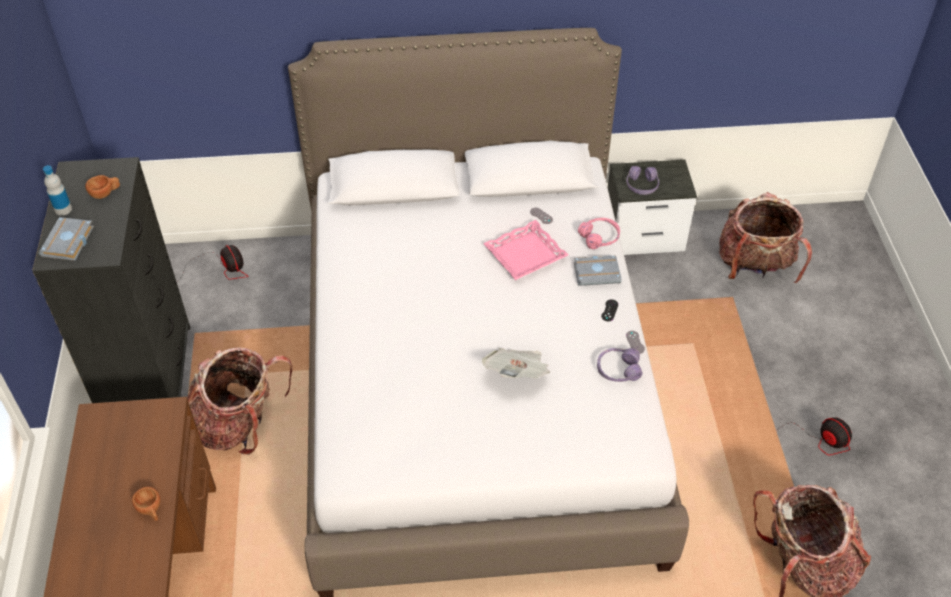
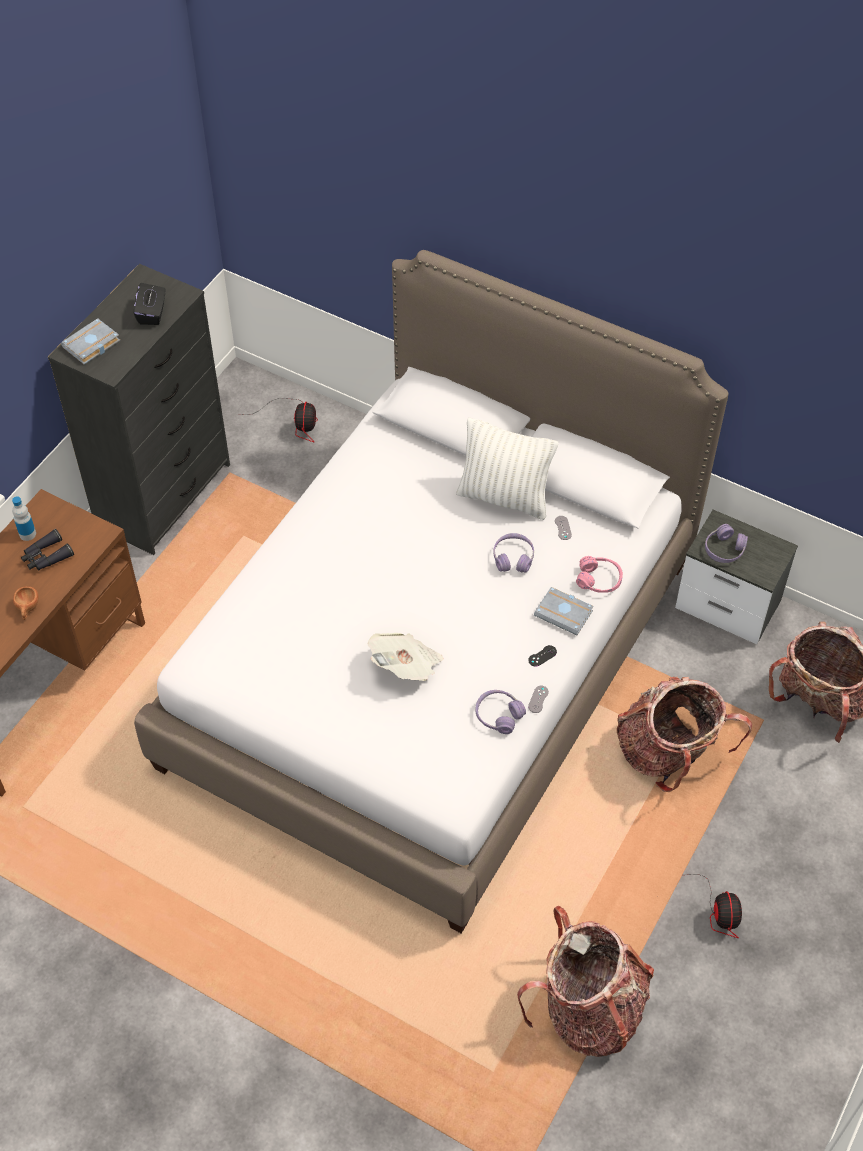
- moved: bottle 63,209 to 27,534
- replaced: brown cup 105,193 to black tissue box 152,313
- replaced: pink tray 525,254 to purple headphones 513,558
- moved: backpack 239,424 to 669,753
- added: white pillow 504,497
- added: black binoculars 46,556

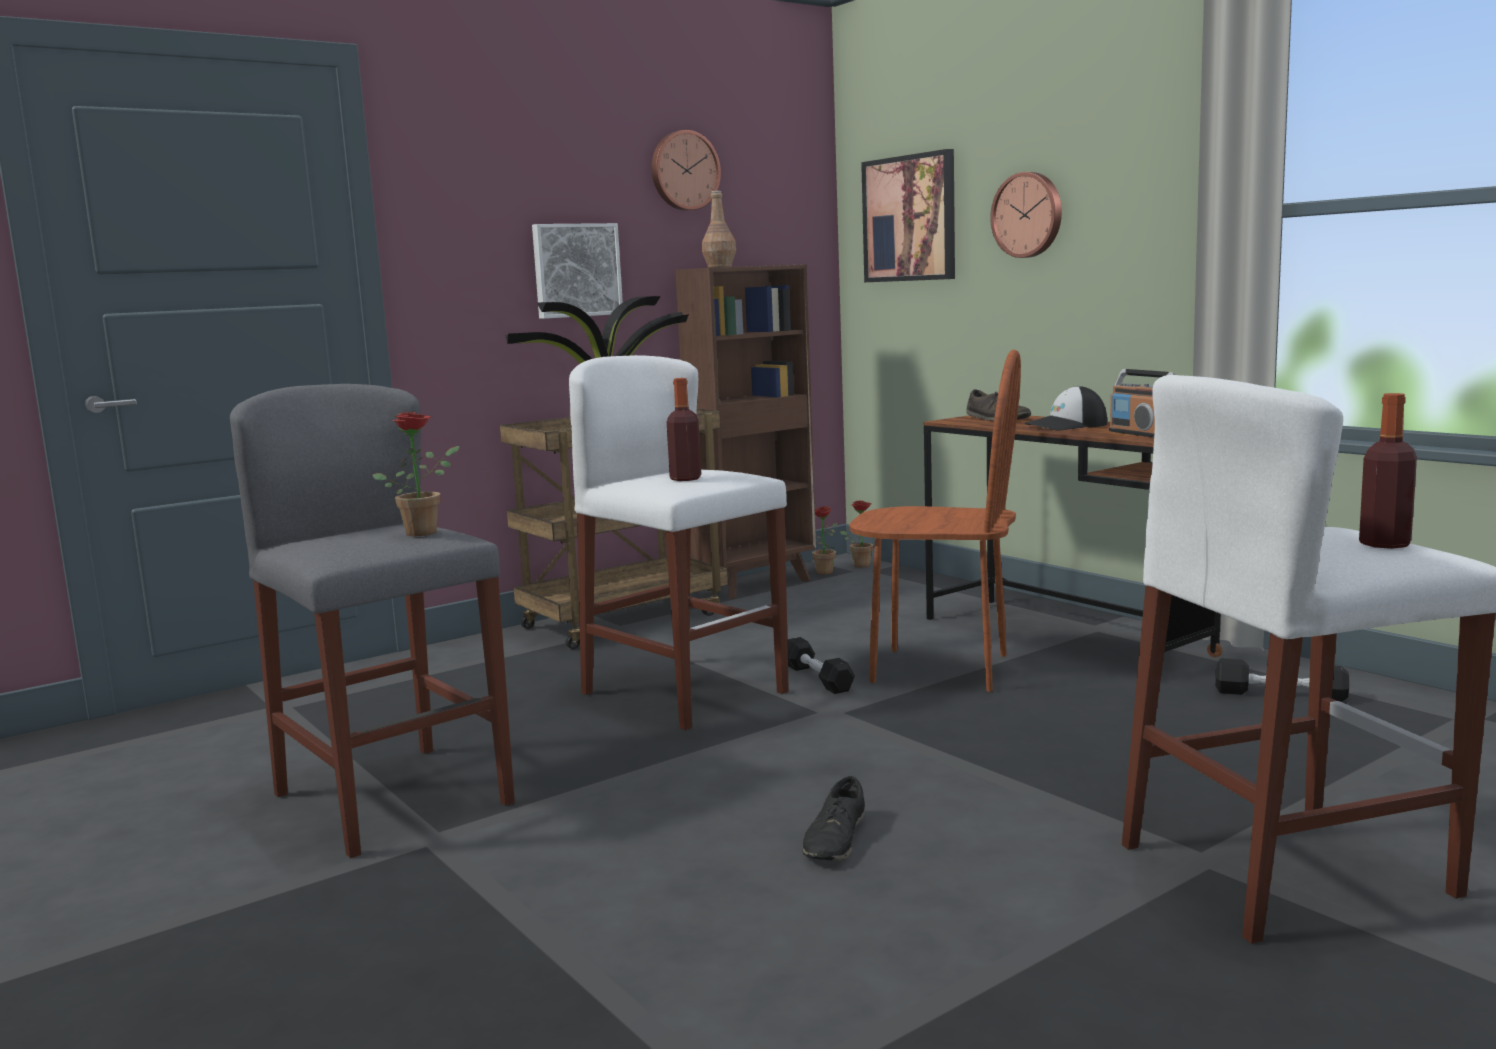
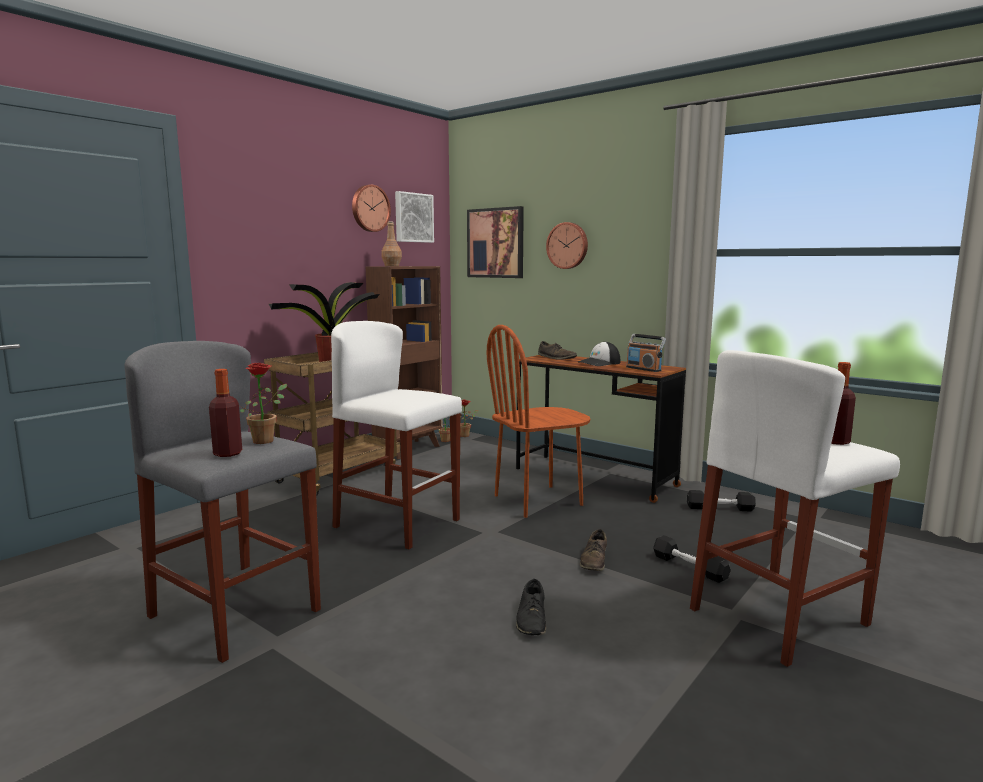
- moved: picture 576,270 to 413,217
- turned: brown chair 939,669 = 538,500 150 degrees clockwise
- moved: bottle 685,479 to 228,453
- moved: black dumbbell 817,678 to 689,567
- added: brown shoe 594,560

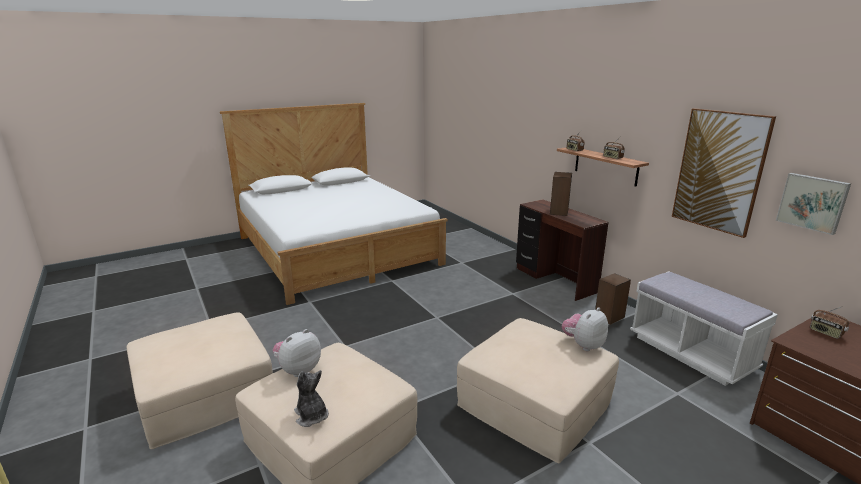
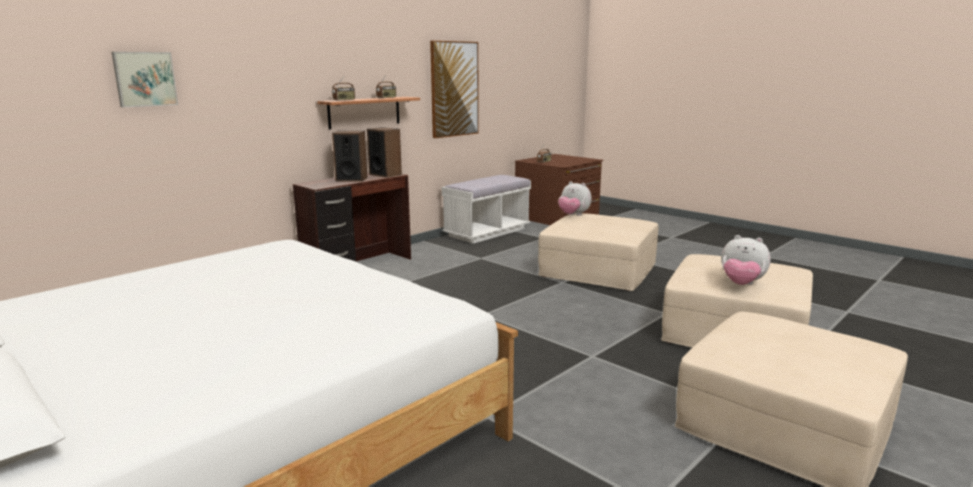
- moved: picture 812,202 to 144,79
- moved: speaker 609,317 to 385,174
- removed: plush toy 311,416

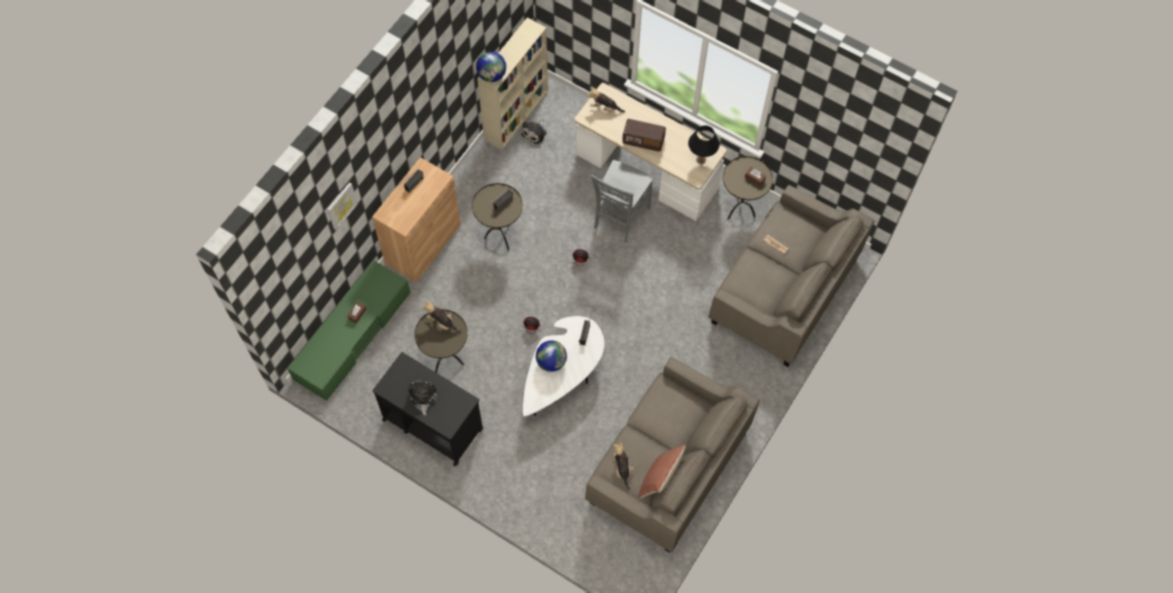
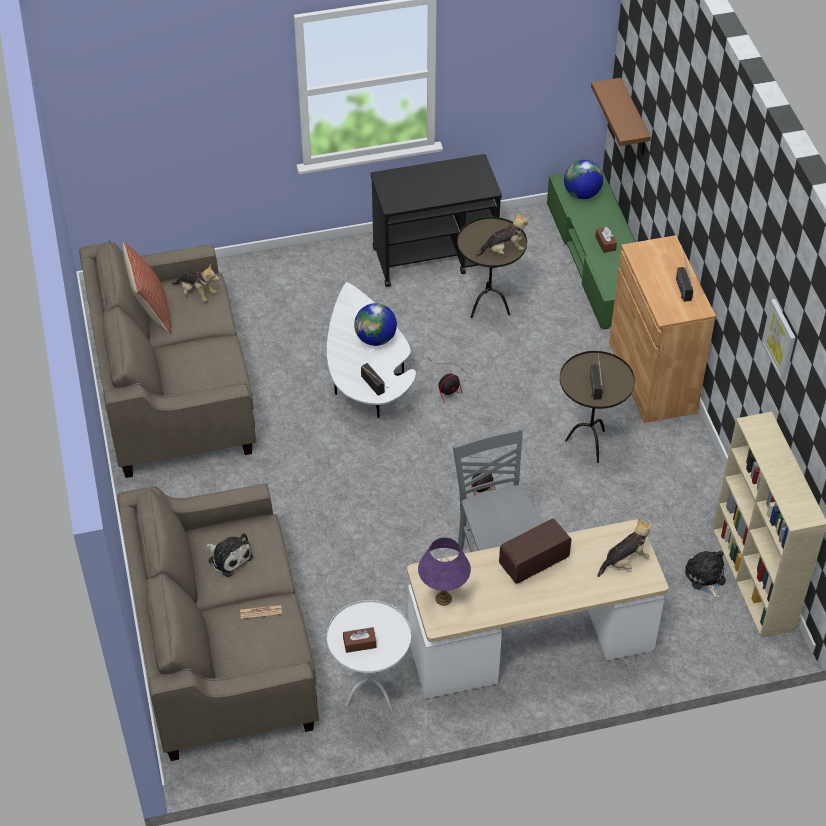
- moved: globe 492,75 to 581,194
- recoloured: black table lamp 701,159 to purple table lamp 443,599
- recoloured: brown side table 740,211 to white side table 370,697
- moved: picture 341,205 to 780,339
- moved: plush toy 422,397 to 229,557
- added: brown shelf 634,119

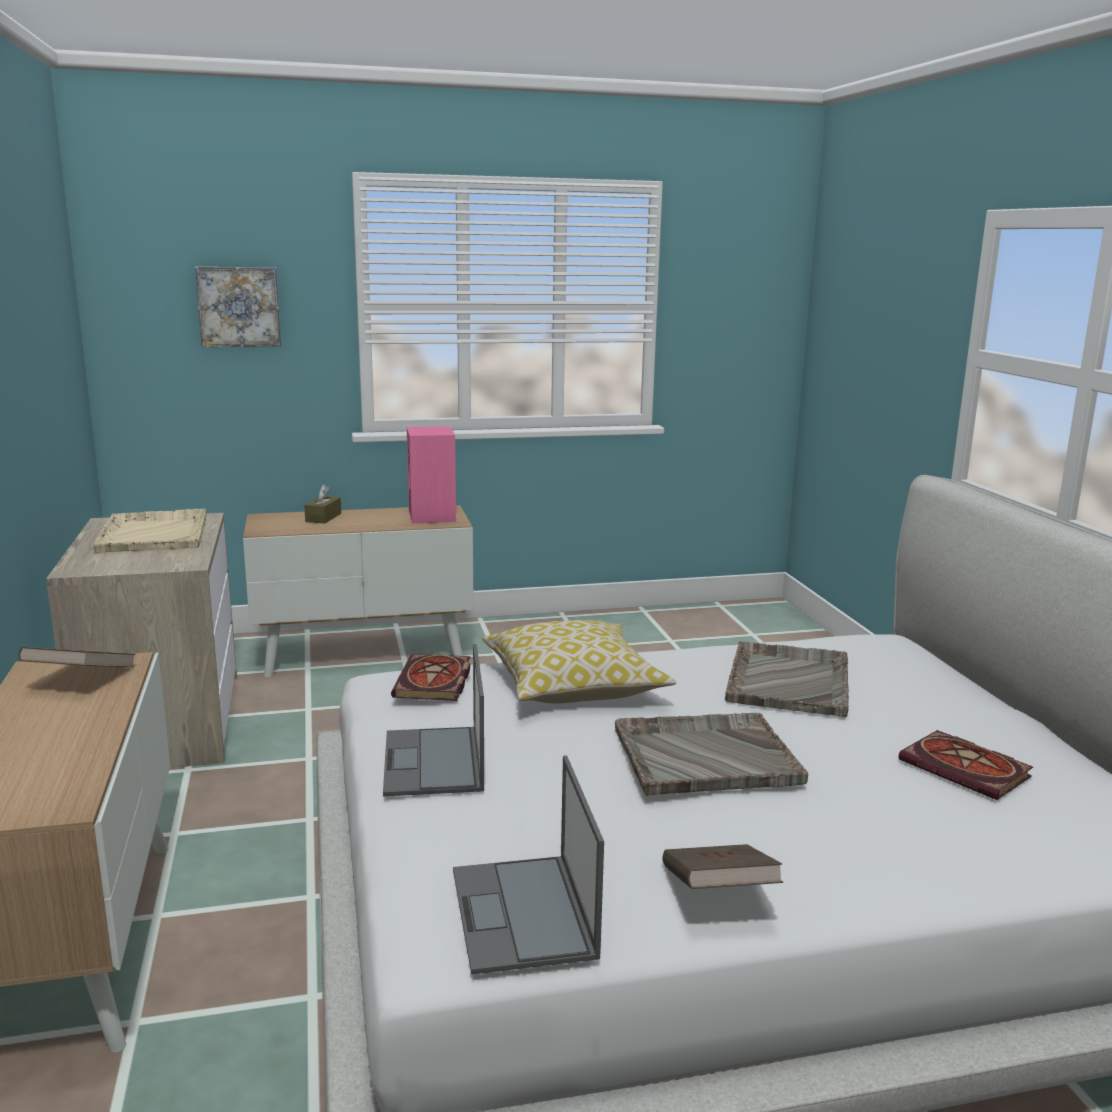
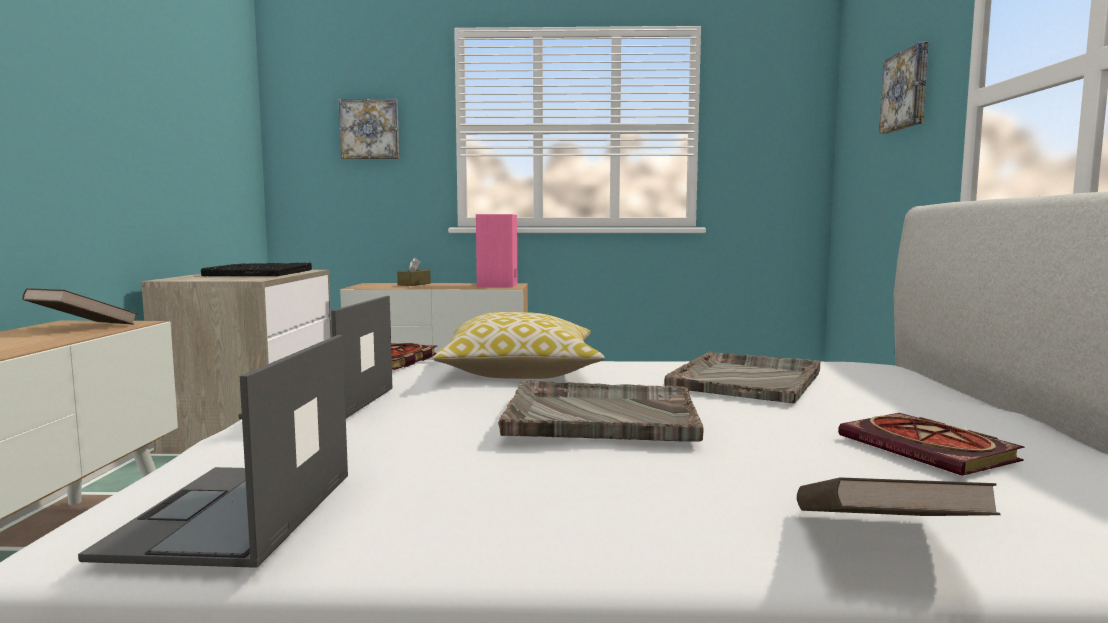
- recoloured: beige tray 154,533 to black tray 260,272
- moved: brown book 717,892 to 881,543
- added: picture 907,90

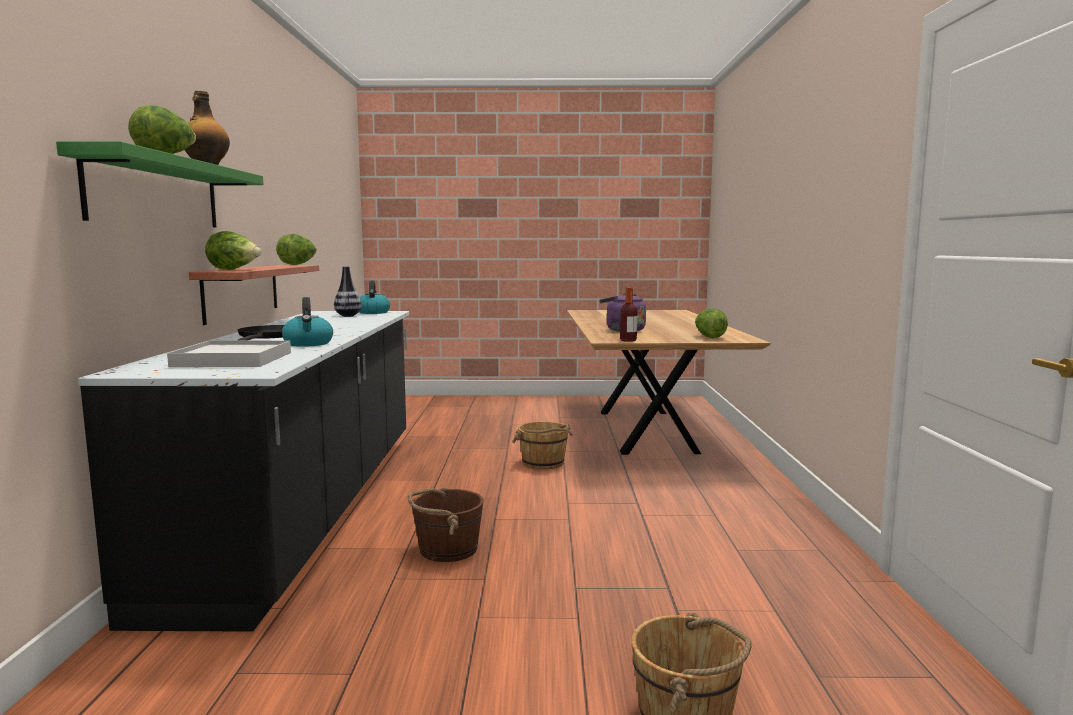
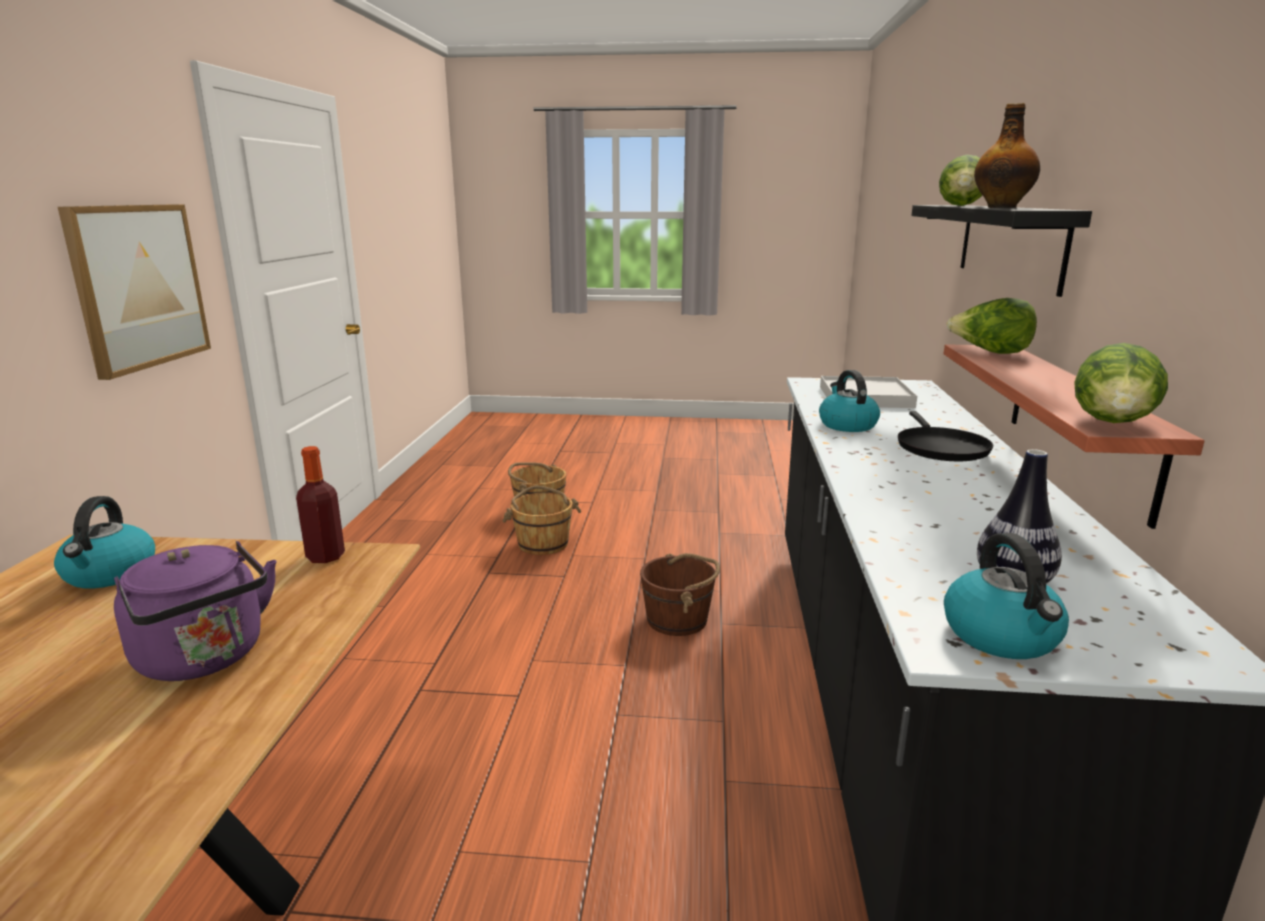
- recoloured: green shelf 157,193 to black shelf 1009,244
- replaced: lettuce 709,337 to kettle 110,574
- moved: brown bucket 543,463 to 543,543
- added: picture 138,286

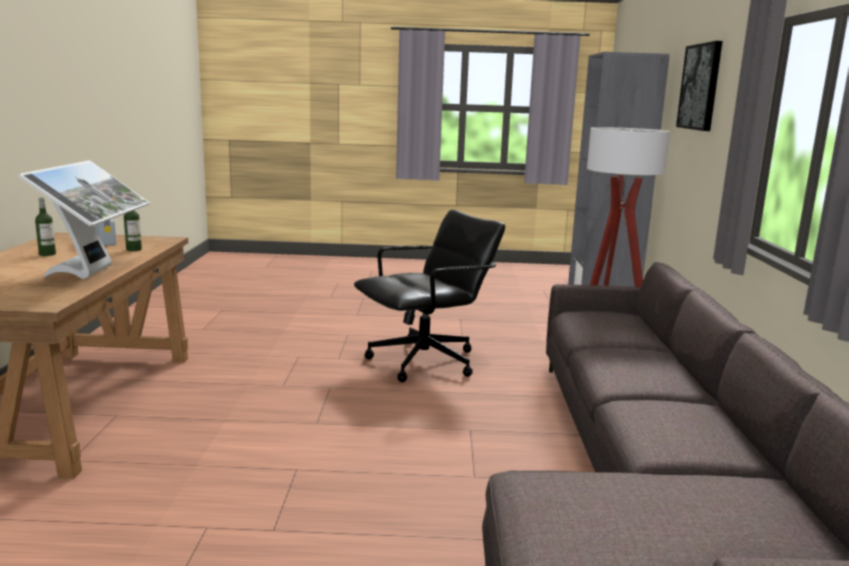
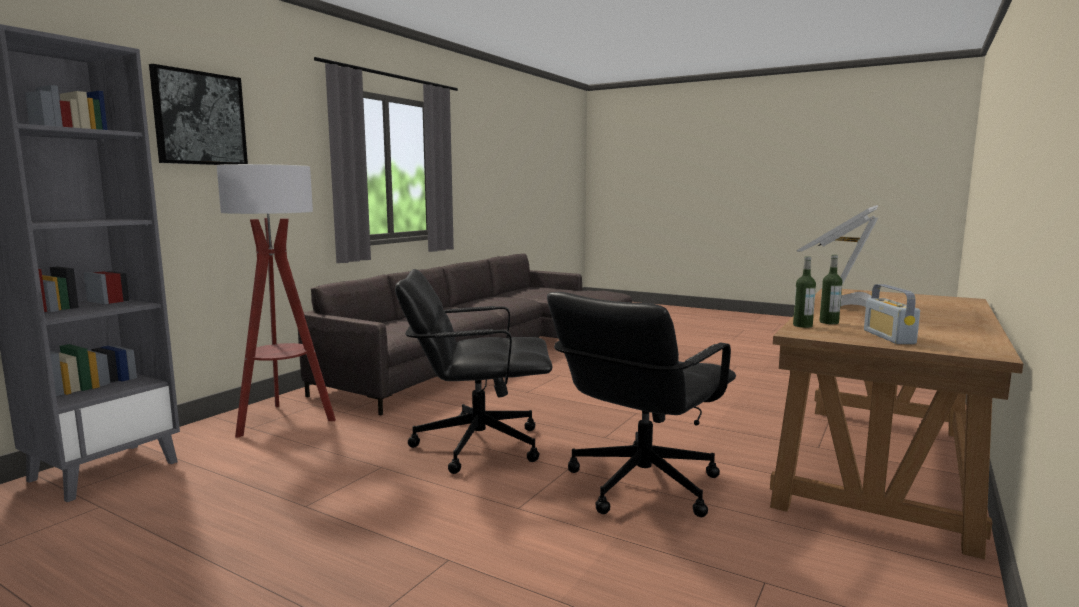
- moved: bottle 47,254 to 802,325
- added: black office chair 641,485

